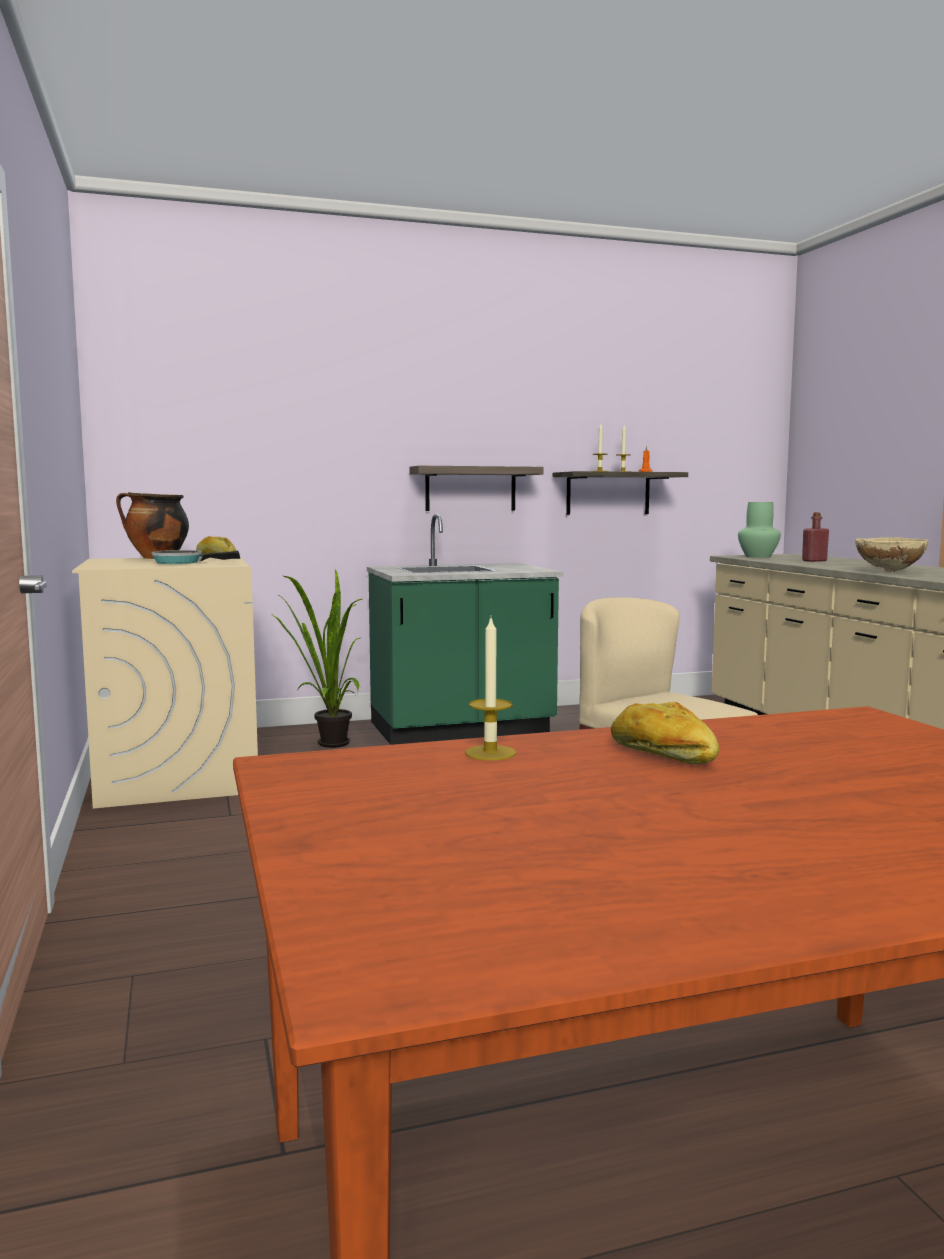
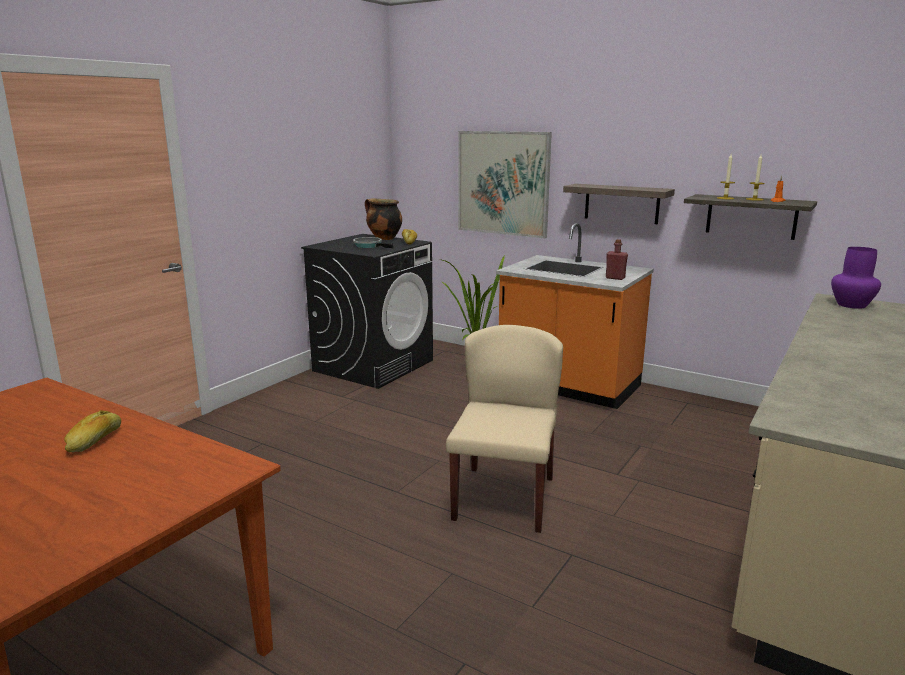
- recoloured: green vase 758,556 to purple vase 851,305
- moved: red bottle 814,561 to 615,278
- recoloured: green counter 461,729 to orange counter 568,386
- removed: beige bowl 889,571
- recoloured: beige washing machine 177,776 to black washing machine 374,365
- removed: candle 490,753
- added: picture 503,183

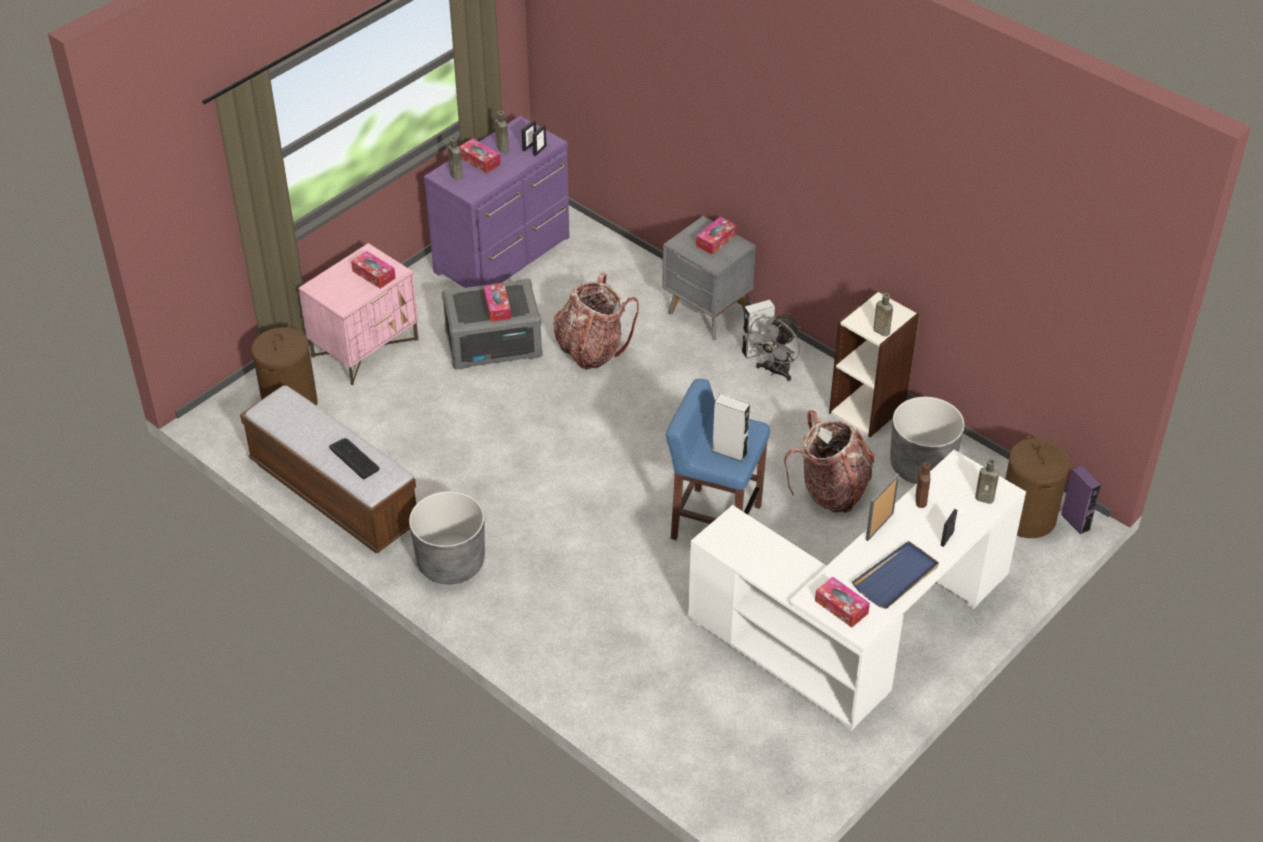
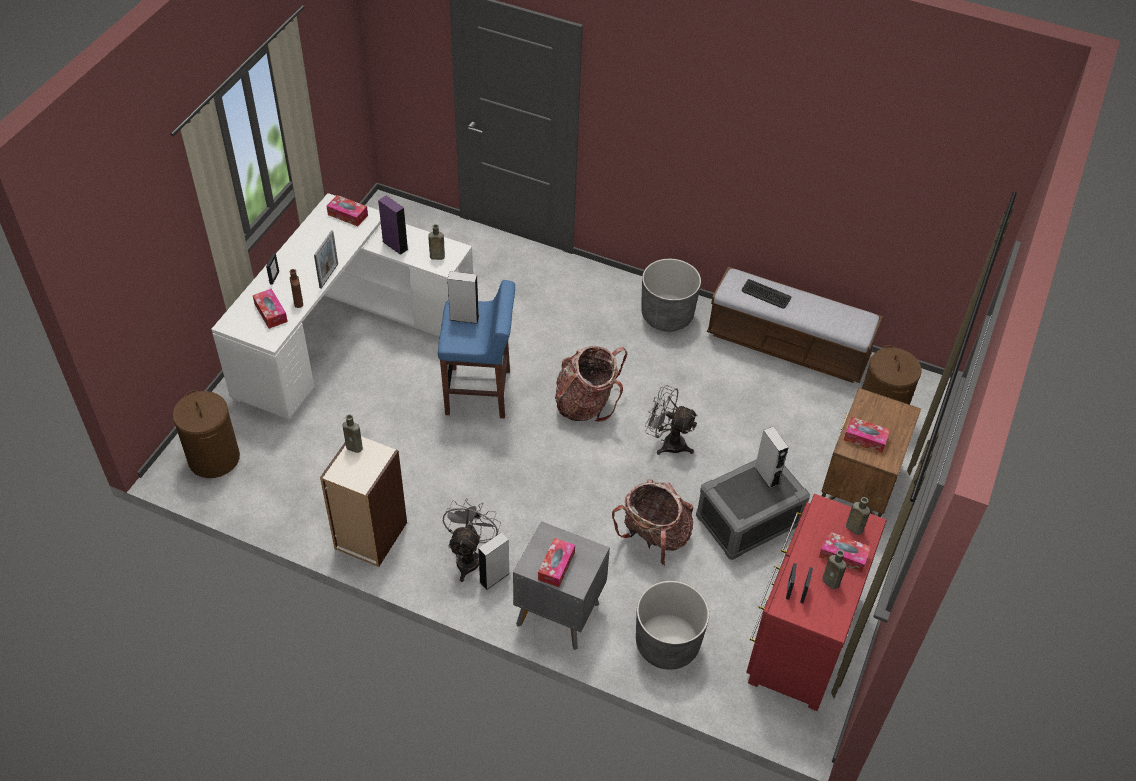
- recoloured: purple dresser 505,256 to red dresser 800,636
- recoloured: pink nightstand 365,348 to brown nightstand 859,485
- moved: tissue box 497,307 to 271,313
- moved: grey planter 921,466 to 667,644
- moved: backpack 831,491 to 586,403
- moved: brown bottle 986,498 to 436,256
- moved: purple speaker 1075,522 to 395,245
- removed: blue tray 896,577
- added: grey fan 667,442
- added: grey speaker 766,475

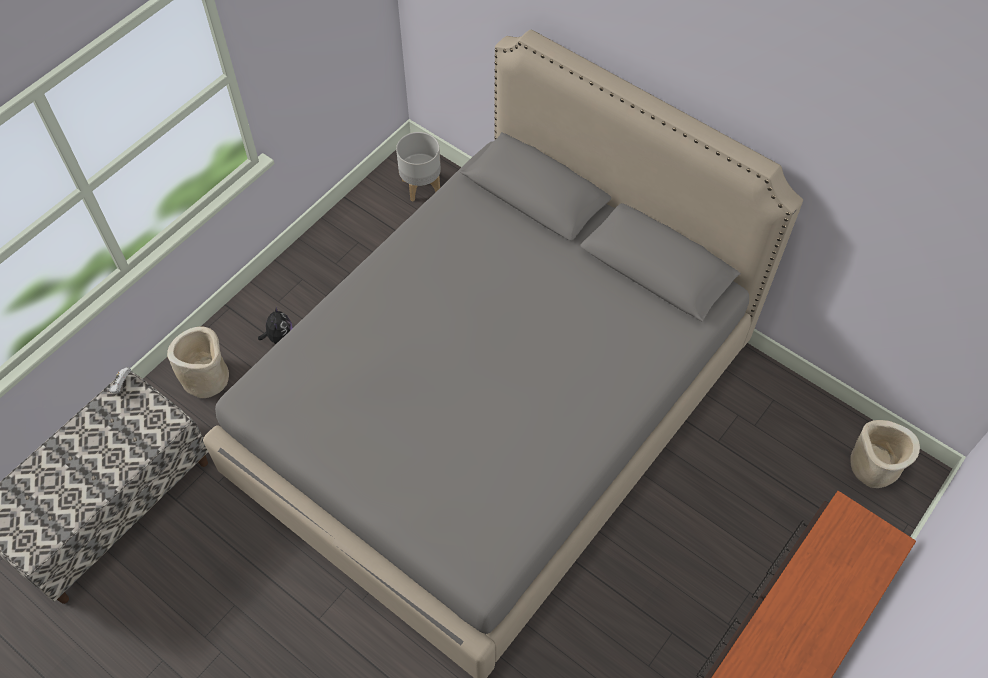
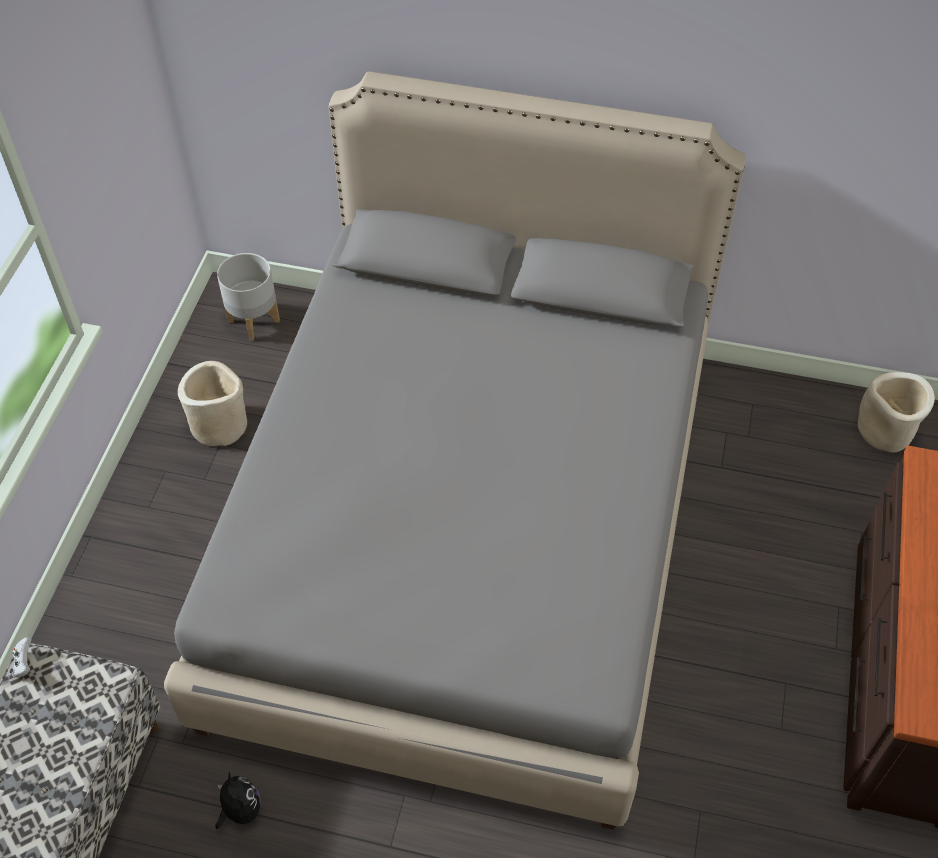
- moved: plush toy 279,337 to 240,810
- moved: beige planter 207,377 to 220,425

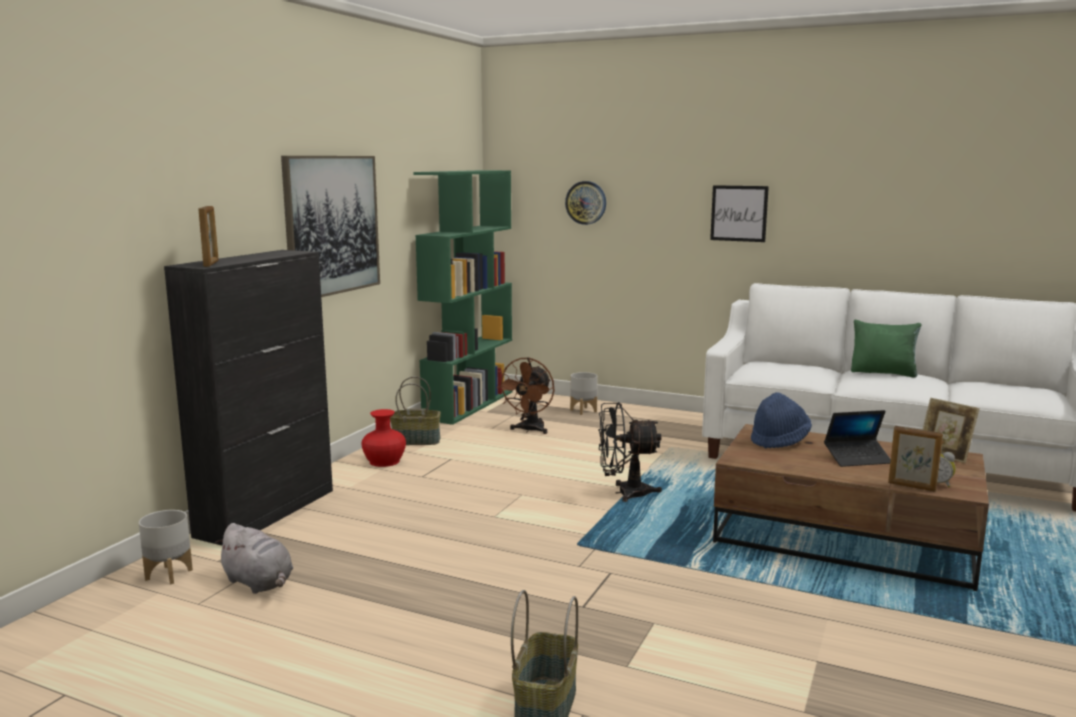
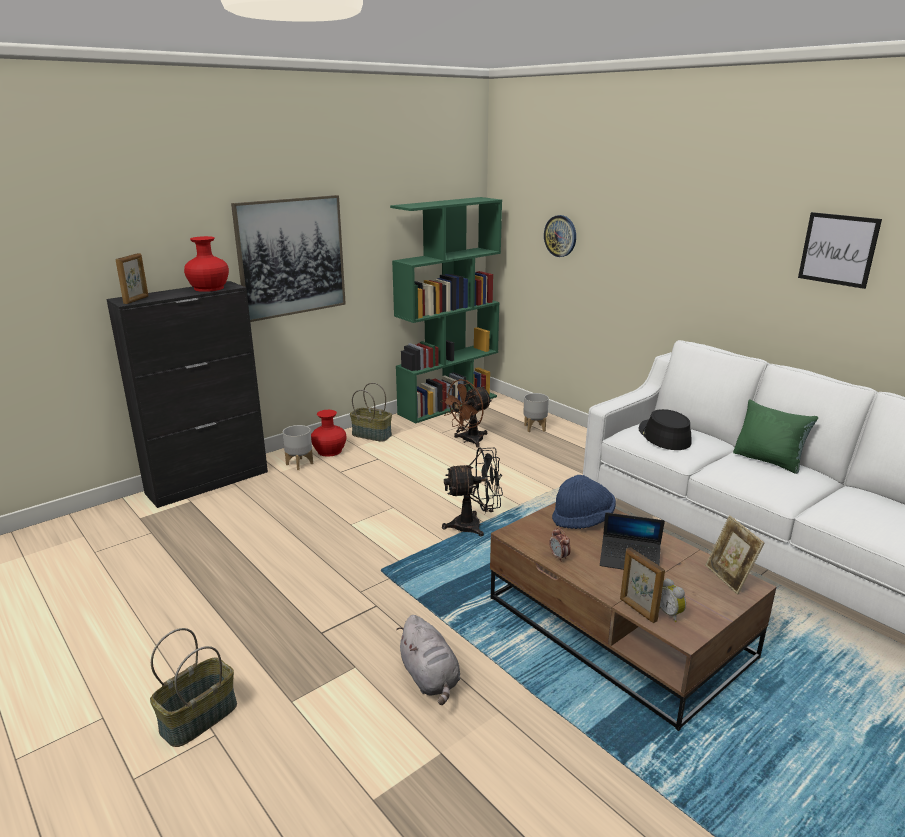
- moved: picture 739,213 to 838,249
- turned: black fan 624,493 = 474,526 150 degrees clockwise
- moved: grey planter 169,574 to 300,464
- moved: grey plush toy 259,583 to 430,678
- added: red vase 209,288
- added: black hat 664,436
- added: alarm clock 559,557

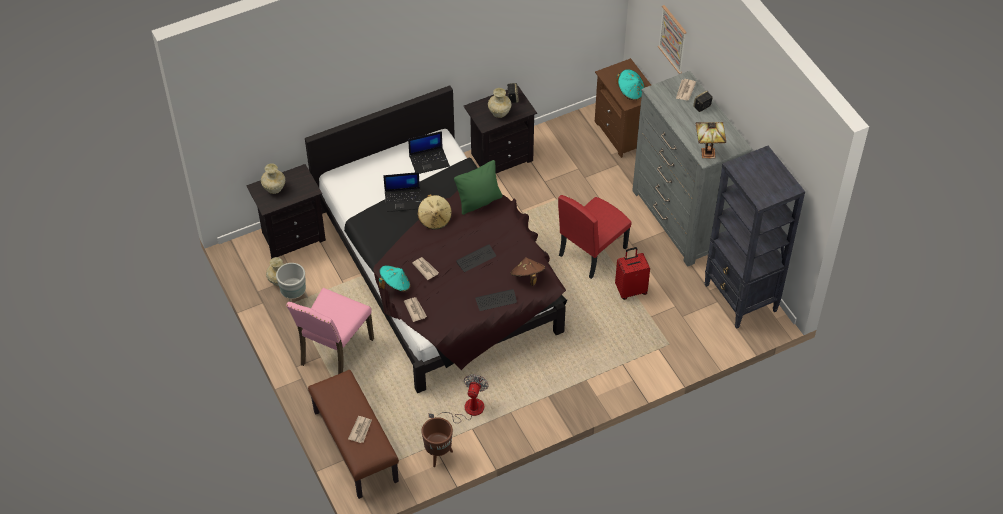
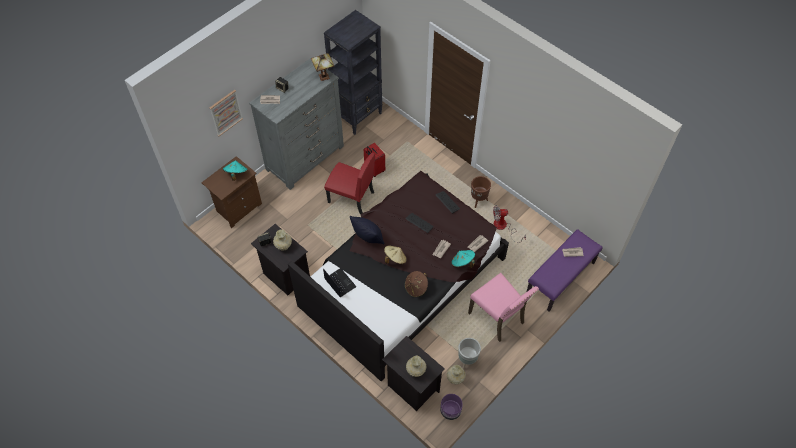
- recoloured: green pillow 479,201 to black pillow 368,238
- removed: laptop 403,200
- moved: brown hat 527,277 to 416,287
- turned: pink chair 334,352 = 498,318 45 degrees clockwise
- recoloured: brown bench 354,446 to purple bench 561,278
- moved: brown planter 438,455 to 478,201
- added: purple planter 450,410

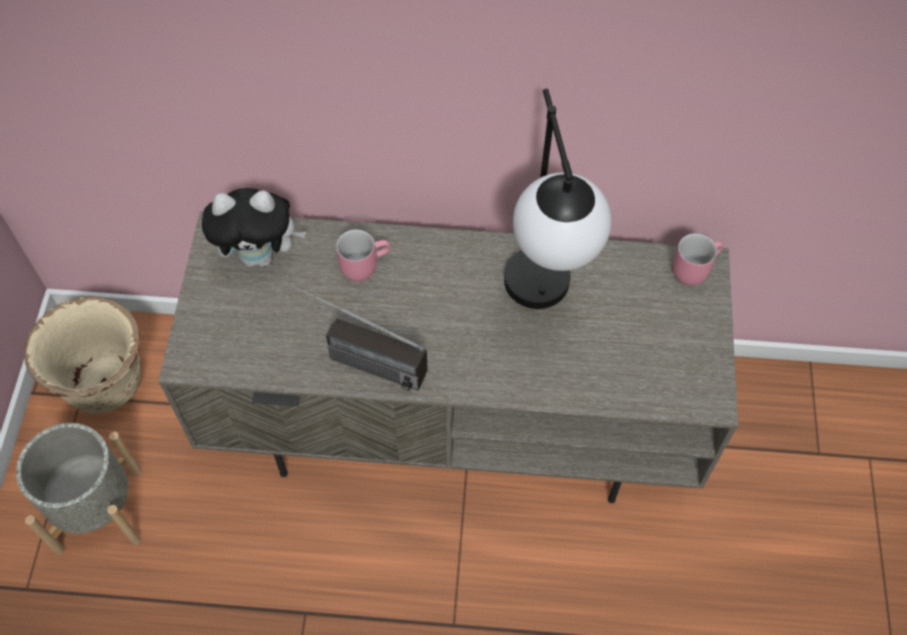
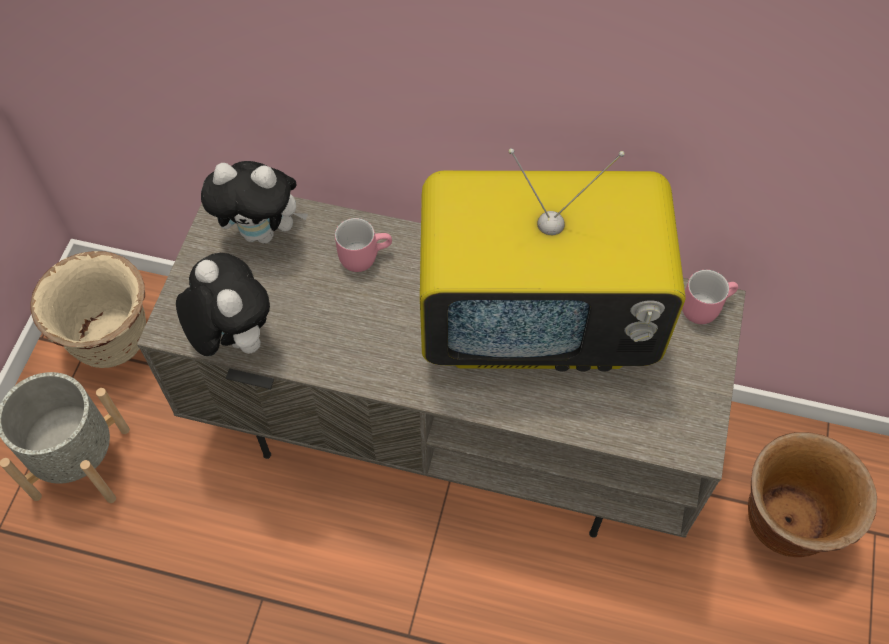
- replaced: table lamp 542,304 to television 538,321
- removed: radio 353,359
- added: plush toy 232,338
- added: brown planter 785,523

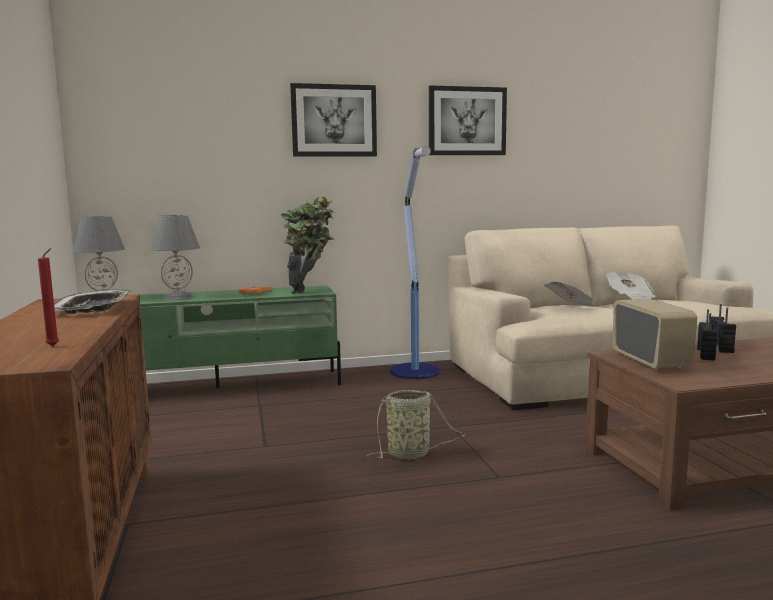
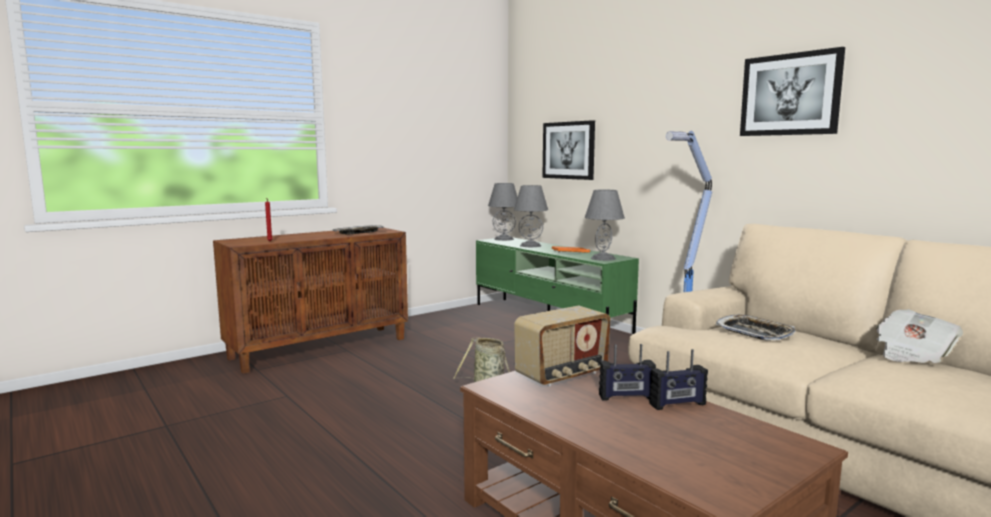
- moved: picture 334,121 to 568,150
- replaced: potted plant 309,291 to grey table lamp 603,258
- replaced: newspaper 571,309 to tray 754,333

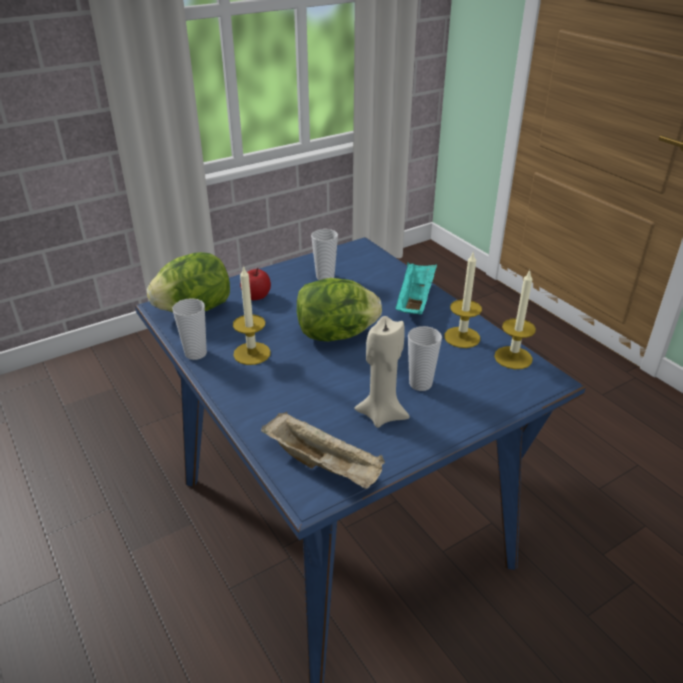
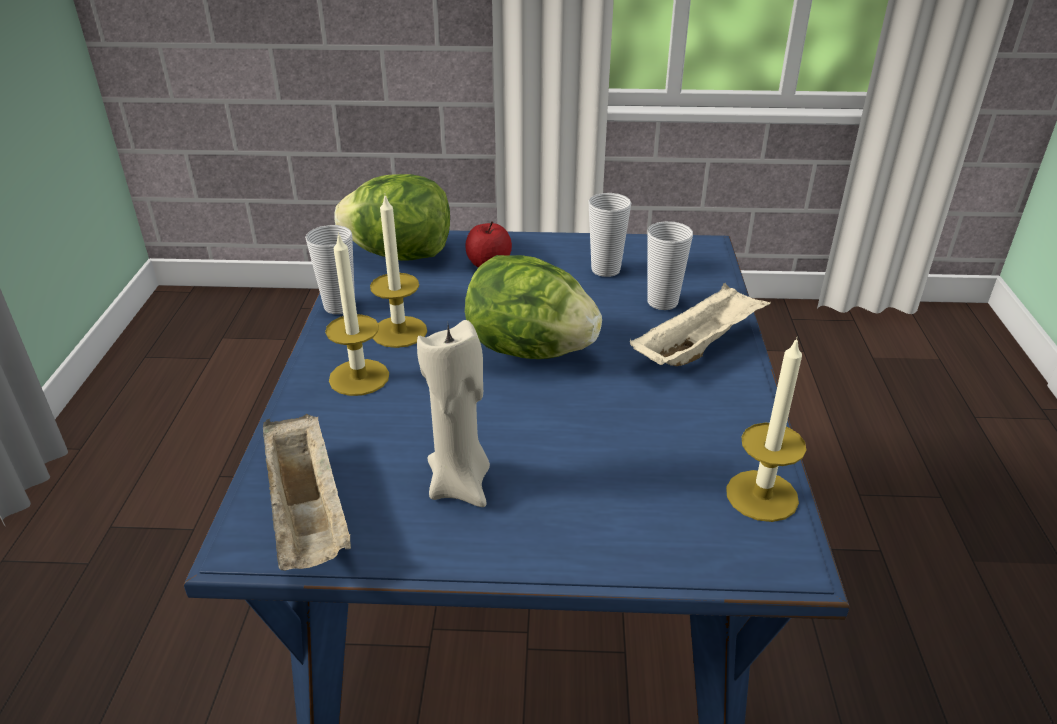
- moved: candle 462,337 to 359,377
- recoloured: turquoise tray 414,301 to beige tray 697,347
- moved: cup 420,384 to 662,302

